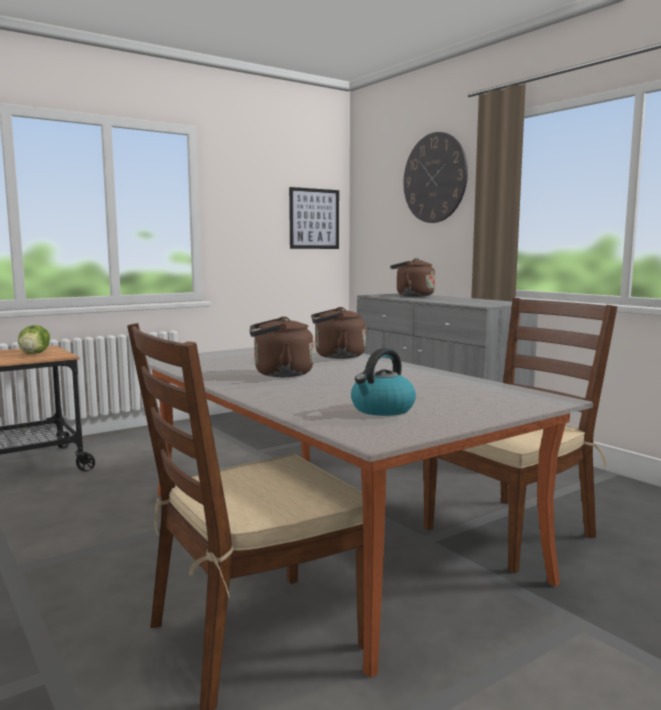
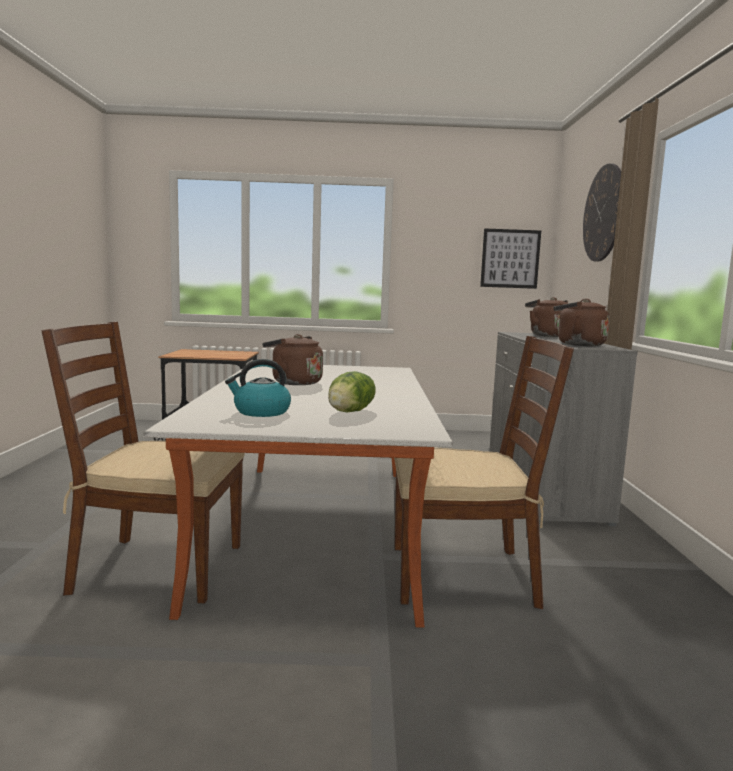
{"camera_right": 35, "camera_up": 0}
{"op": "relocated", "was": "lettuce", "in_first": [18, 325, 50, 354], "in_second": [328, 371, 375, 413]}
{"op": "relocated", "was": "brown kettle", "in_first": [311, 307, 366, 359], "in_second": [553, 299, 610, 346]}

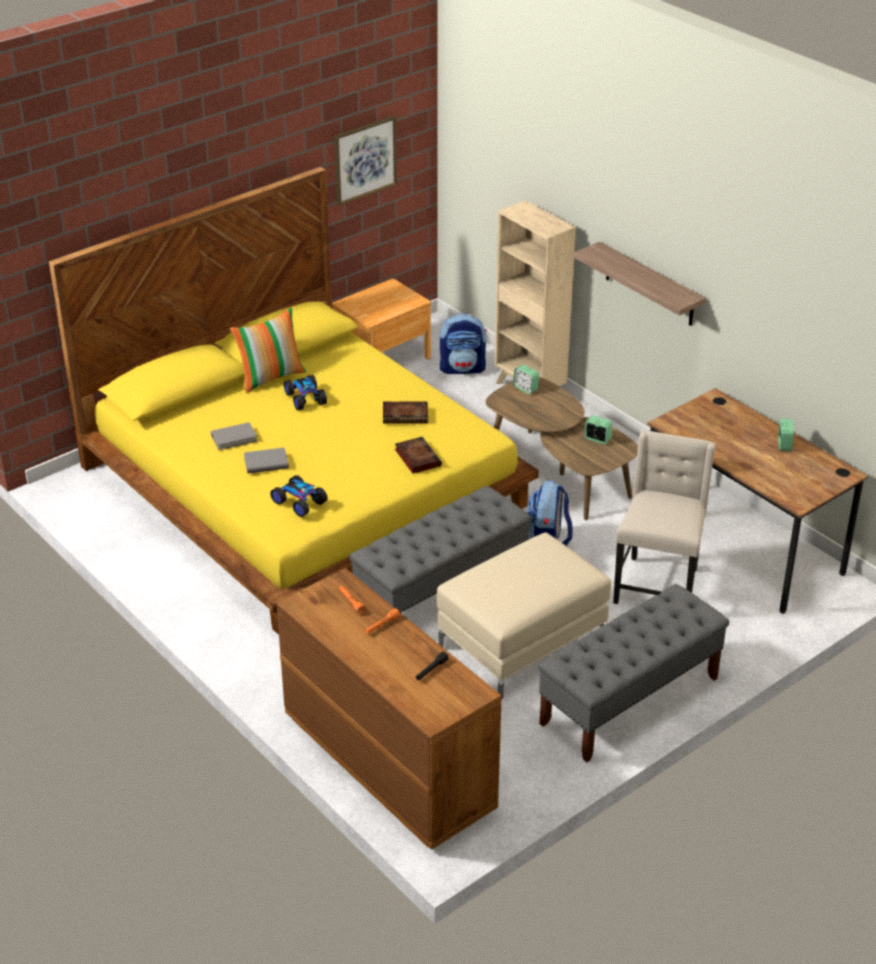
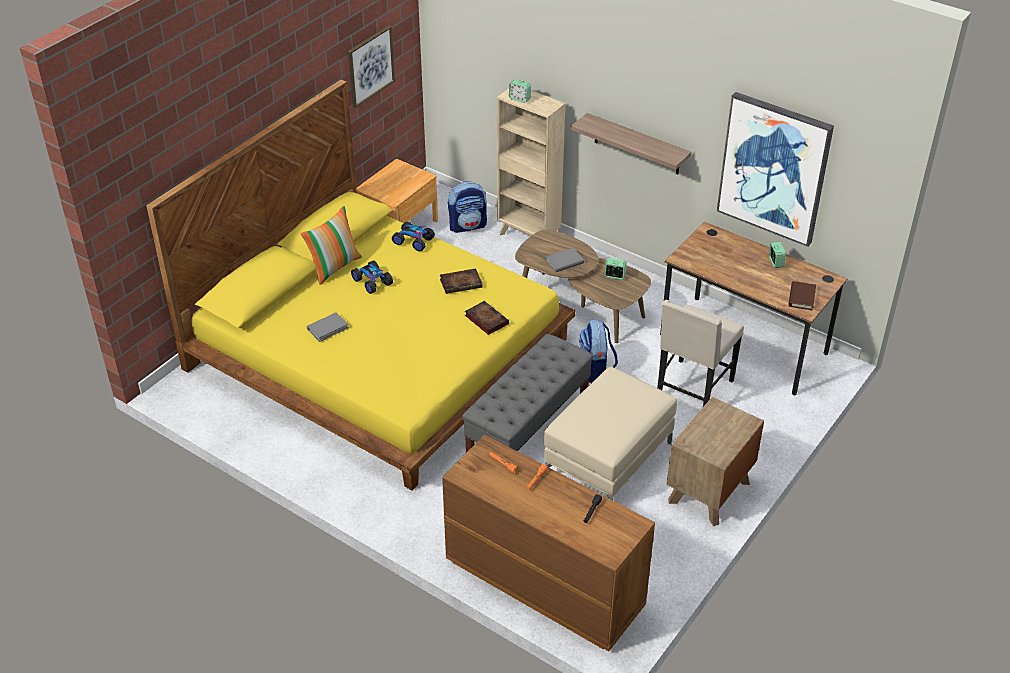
{"camera_right": -15, "camera_up": 5}
{"op": "appeared", "now": "picture", "in_second": [717, 92, 834, 247]}
{"op": "appeared", "now": "brown book", "in_second": [788, 281, 816, 310]}
{"op": "relocated", "was": "grey book", "in_first": [244, 448, 289, 474], "in_second": [545, 248, 584, 272]}
{"op": "relocated", "was": "toy car", "in_first": [270, 475, 328, 517], "in_second": [392, 222, 435, 251]}
{"op": "relocated", "was": "alarm clock", "in_first": [513, 365, 539, 394], "in_second": [509, 79, 531, 103]}
{"op": "exchanged", "was": "grey bench", "now": "brown nightstand", "in_first": [538, 584, 729, 762], "in_second": [667, 397, 764, 526]}
{"op": "spun", "was": "beige chair", "in_first": [613, 431, 715, 604], "in_second": [657, 300, 744, 407], "clockwise": -150}

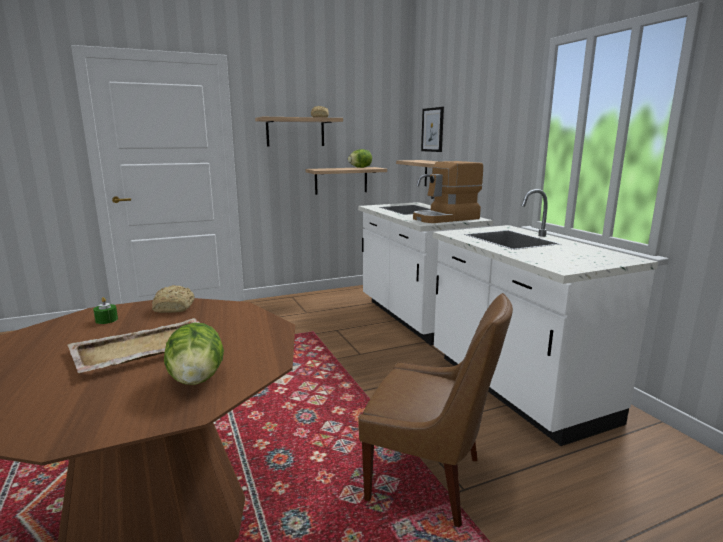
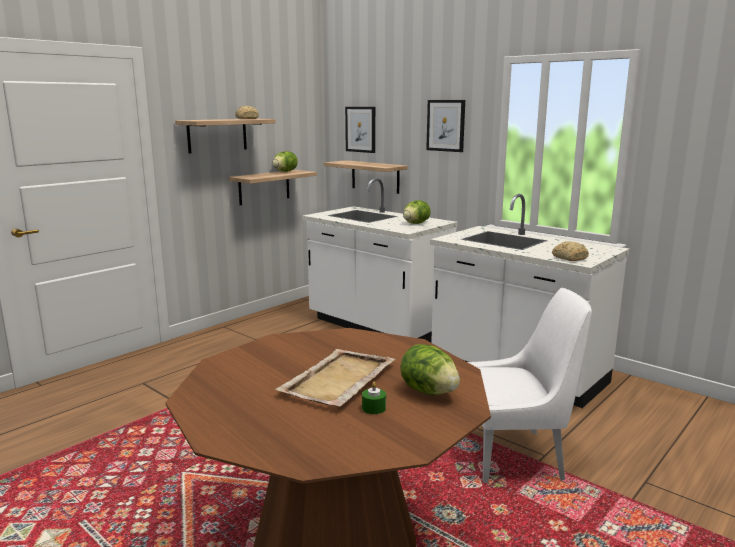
{"camera_right": -25, "camera_up": 0}
{"op": "appeared", "now": "picture", "in_second": [426, 100, 465, 152]}
{"op": "relocated", "was": "green candle", "in_first": [93, 297, 118, 324], "in_second": [362, 382, 386, 414]}
{"op": "relocated", "was": "bread", "in_first": [152, 285, 195, 313], "in_second": [552, 241, 589, 261]}
{"op": "exchanged", "was": "coffee machine", "now": "lettuce", "in_first": [413, 161, 483, 223], "in_second": [403, 200, 431, 224]}
{"op": "colour", "was": "brown chair", "now": "white chair", "in_first": [358, 293, 513, 528], "in_second": [468, 288, 592, 483]}

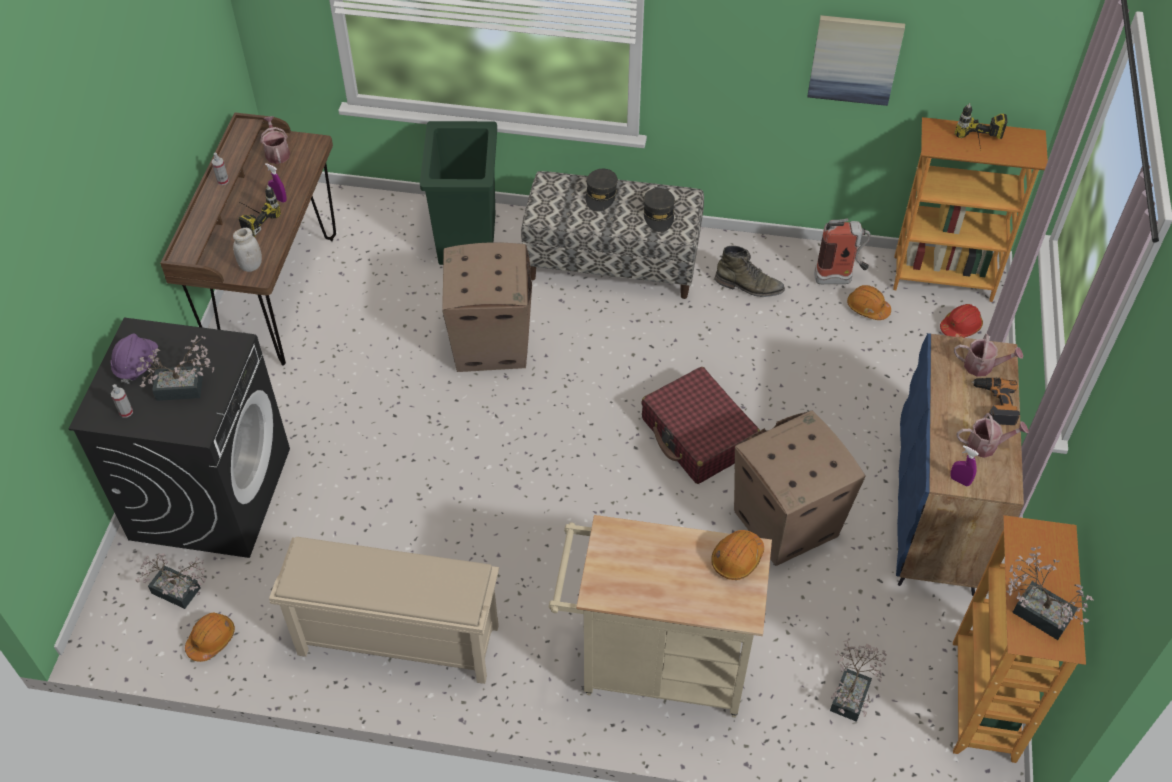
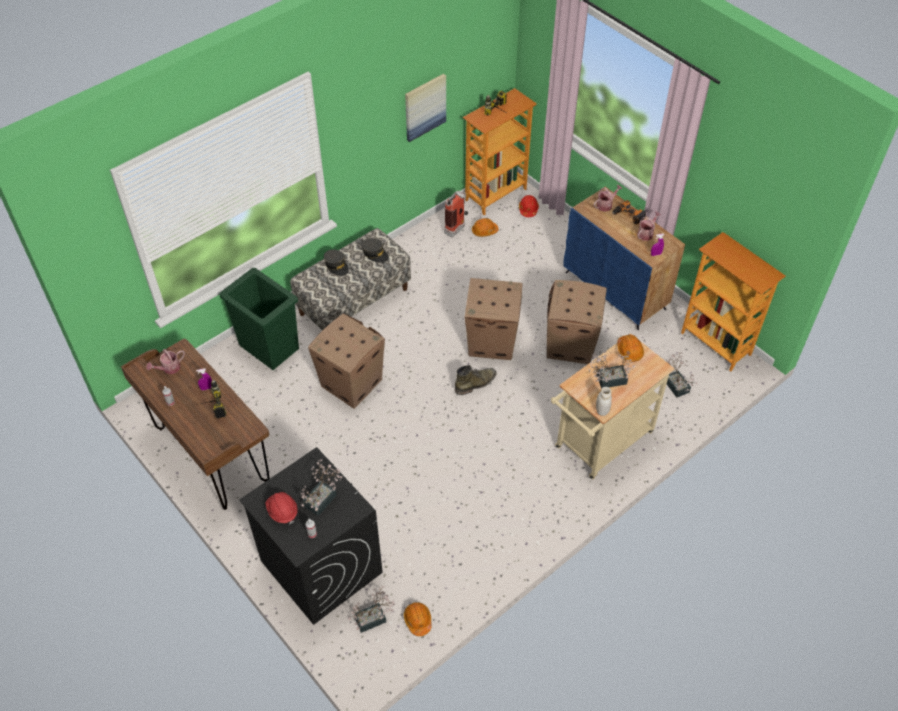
{"camera_right": -50, "camera_up": 0}
{"op": "missing", "was": "beige shoe rack", "in_first": [269, 537, 499, 684]}
{"op": "relocated", "was": "white jar", "in_first": [233, 228, 262, 272], "in_second": [596, 387, 612, 416]}
{"op": "relocated", "was": "green boot", "in_first": [715, 246, 785, 297], "in_second": [455, 365, 496, 395]}
{"op": "relocated", "was": "potted plant", "in_first": [1006, 546, 1094, 640], "in_second": [589, 351, 635, 389]}
{"op": "exchanged", "was": "red suitcase", "now": "cardboard box", "in_first": [641, 367, 760, 484], "in_second": [465, 278, 523, 360]}
{"op": "colour", "was": "purple hard hat", "now": "red hard hat", "in_first": [110, 333, 158, 384], "in_second": [265, 492, 298, 525]}
{"op": "spun", "was": "watering can", "in_first": [260, 116, 290, 164], "in_second": [146, 349, 185, 374], "clockwise": -60}

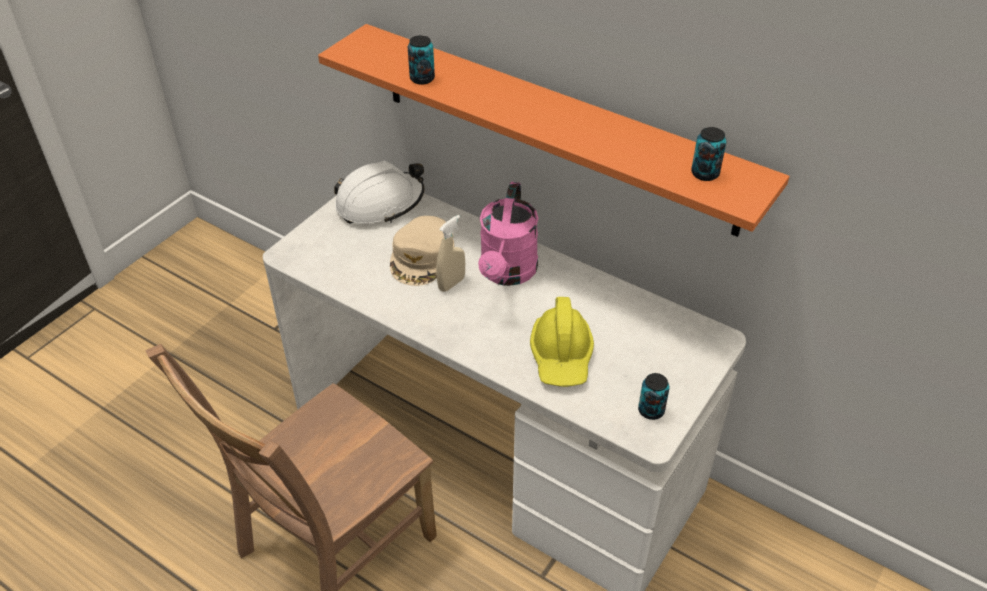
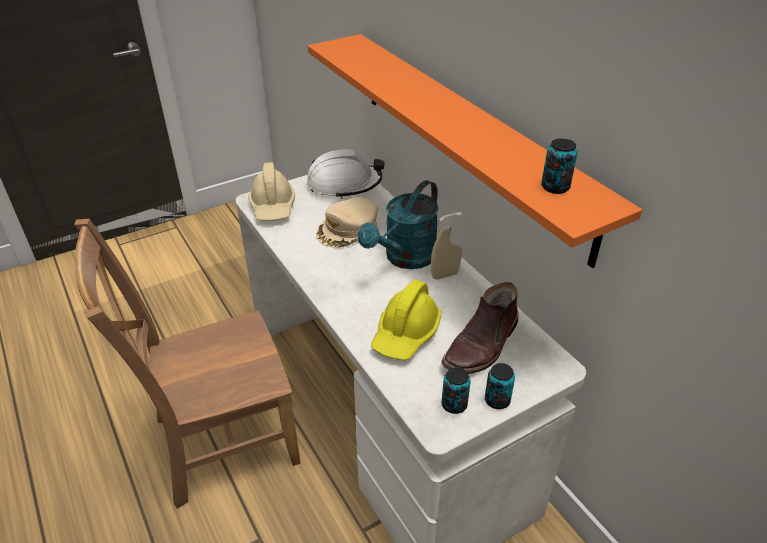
{"camera_right": 25, "camera_up": -5}
{"op": "appeared", "now": "beige hard hat", "in_second": [249, 162, 295, 221]}
{"op": "appeared", "now": "brown boot", "in_second": [442, 282, 519, 374]}
{"op": "relocated", "was": "can", "in_first": [408, 35, 435, 85], "in_second": [485, 363, 515, 409]}
{"op": "relocated", "was": "beige spray bottle", "in_first": [436, 215, 465, 292], "in_second": [431, 212, 462, 279]}
{"op": "colour", "was": "pink watering can", "now": "turquoise watering can", "in_first": [478, 182, 539, 286], "in_second": [358, 180, 439, 269]}

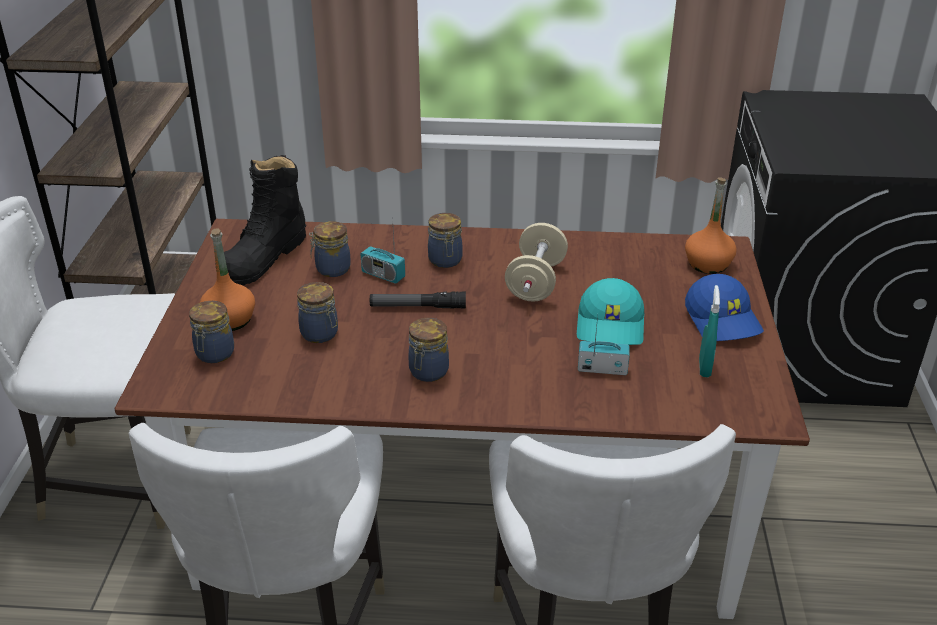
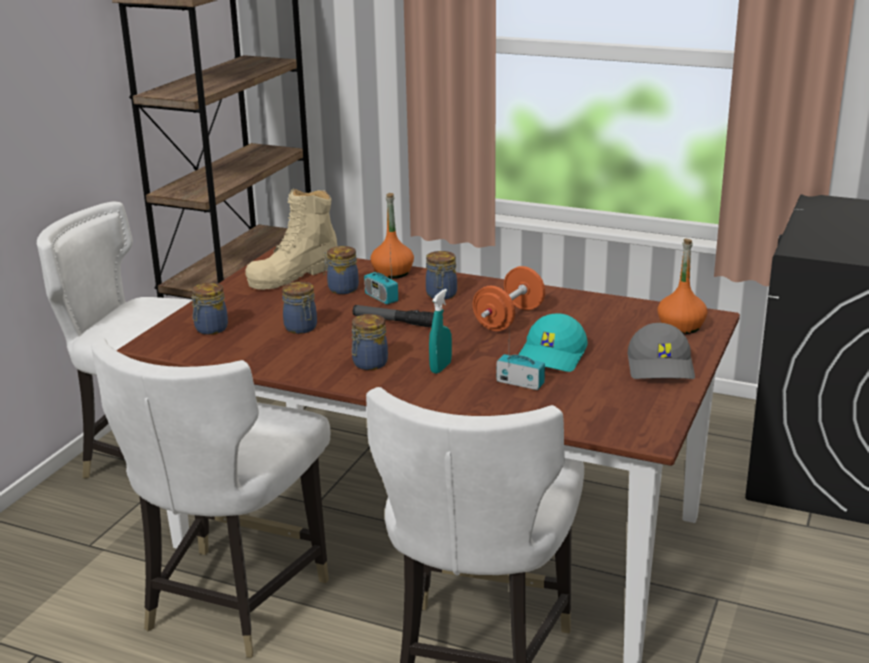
{"camera_right": 20, "camera_up": -10}
{"op": "relocated", "was": "orange bottle", "in_first": [200, 228, 255, 331], "in_second": [371, 193, 414, 279]}
{"op": "relocated", "was": "turquoise spray bottle", "in_first": [699, 285, 720, 377], "in_second": [429, 289, 452, 374]}
{"op": "colour", "was": "black boot", "now": "beige boot", "in_first": [224, 155, 306, 285], "in_second": [245, 188, 337, 290]}
{"op": "colour", "was": "beige dumbbell", "now": "orange dumbbell", "in_first": [505, 223, 568, 302], "in_second": [473, 266, 545, 331]}
{"op": "colour", "was": "blue cap", "now": "grey cap", "in_first": [685, 274, 764, 341], "in_second": [628, 323, 695, 379]}

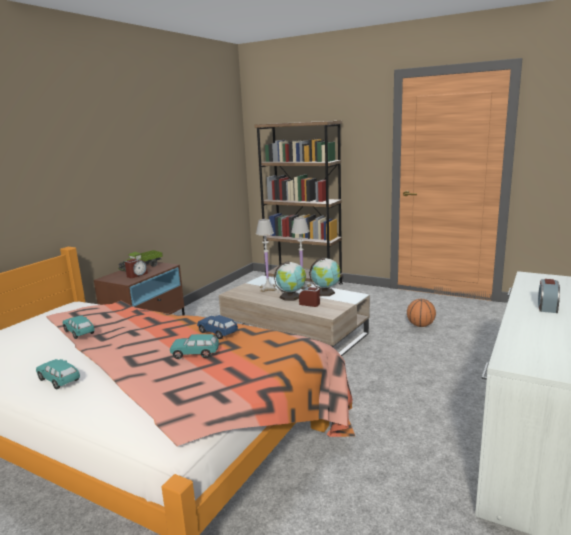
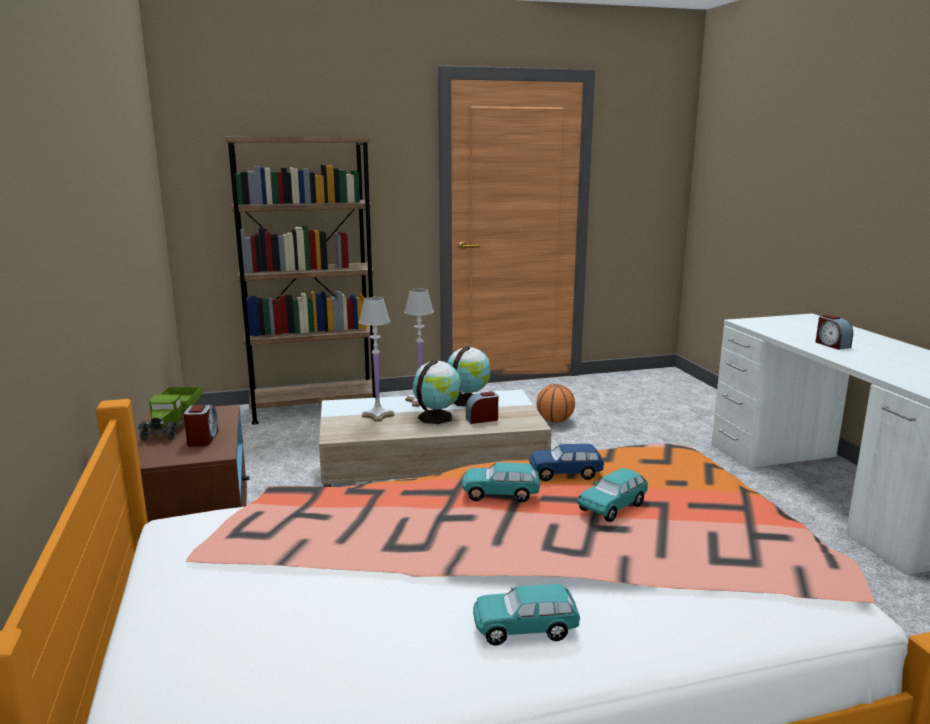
{"camera_right": -45, "camera_up": 0}
{"op": "relocated", "was": "turquoise toy car", "in_first": [63, 315, 95, 339], "in_second": [462, 462, 540, 502]}

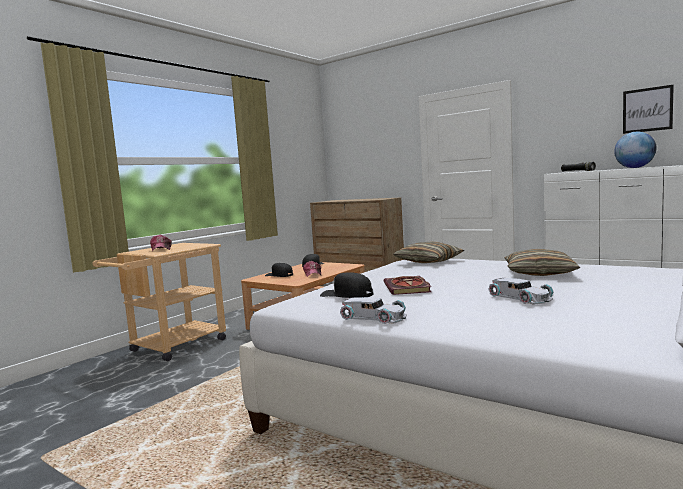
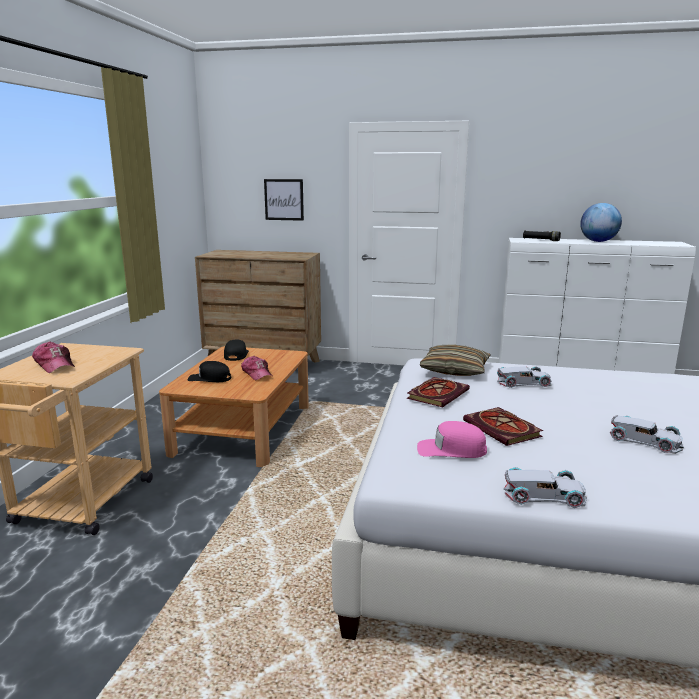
{"camera_right": -25, "camera_up": 10}
{"op": "missing", "was": "pillow", "in_first": [504, 249, 580, 276]}
{"op": "appeared", "now": "book", "in_second": [407, 377, 470, 407]}
{"op": "appeared", "now": "white toy car", "in_second": [497, 366, 551, 388]}
{"op": "relocated", "was": "picture", "in_first": [623, 85, 674, 134], "in_second": [264, 179, 304, 221]}
{"op": "colour", "was": "black cap", "now": "pink cap", "in_first": [320, 273, 374, 298], "in_second": [417, 421, 487, 458]}

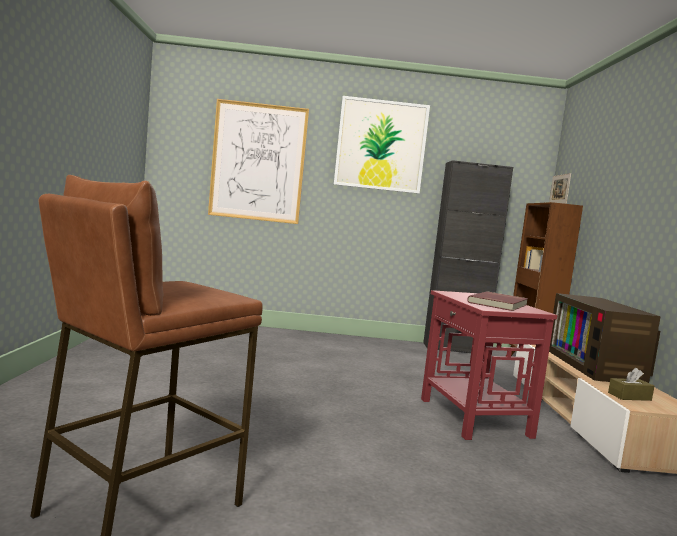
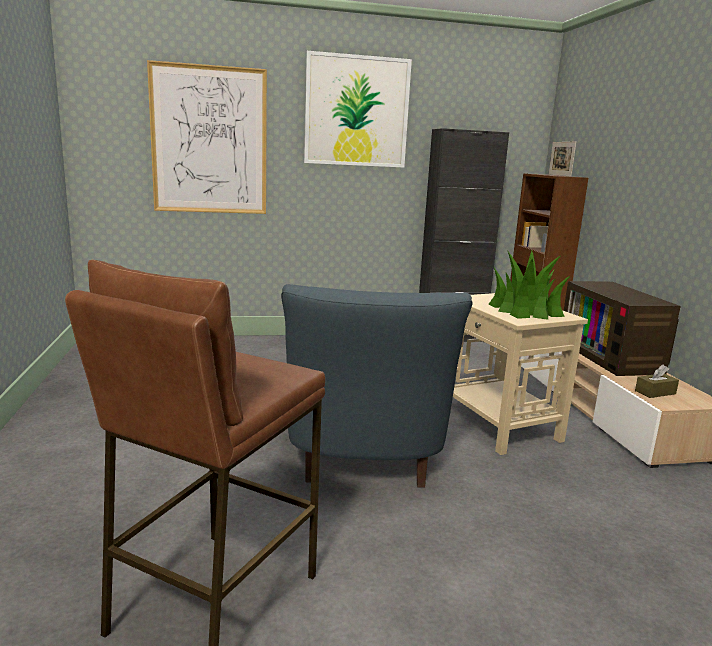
{"camera_right": -10, "camera_up": 10}
{"op": "appeared", "now": "blue armchair", "in_second": [281, 284, 472, 488]}
{"op": "exchanged", "was": "red book", "now": "potted plant", "in_first": [467, 291, 528, 311], "in_second": [489, 251, 570, 320]}
{"op": "colour", "was": "red side table", "now": "beige side table", "in_first": [421, 290, 557, 440], "in_second": [453, 293, 588, 455]}

